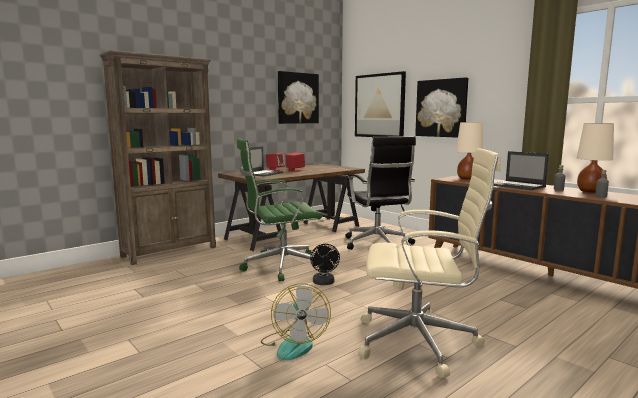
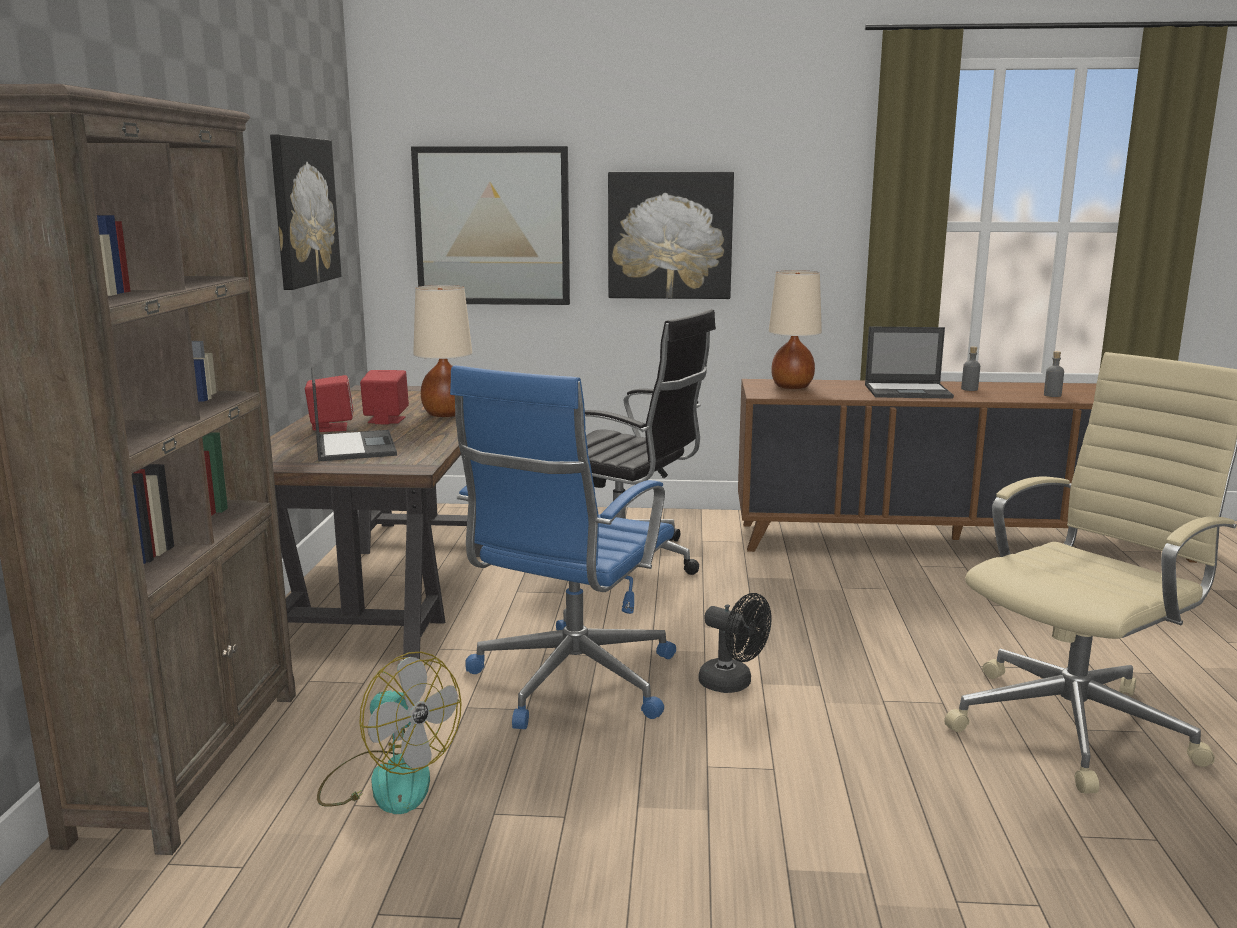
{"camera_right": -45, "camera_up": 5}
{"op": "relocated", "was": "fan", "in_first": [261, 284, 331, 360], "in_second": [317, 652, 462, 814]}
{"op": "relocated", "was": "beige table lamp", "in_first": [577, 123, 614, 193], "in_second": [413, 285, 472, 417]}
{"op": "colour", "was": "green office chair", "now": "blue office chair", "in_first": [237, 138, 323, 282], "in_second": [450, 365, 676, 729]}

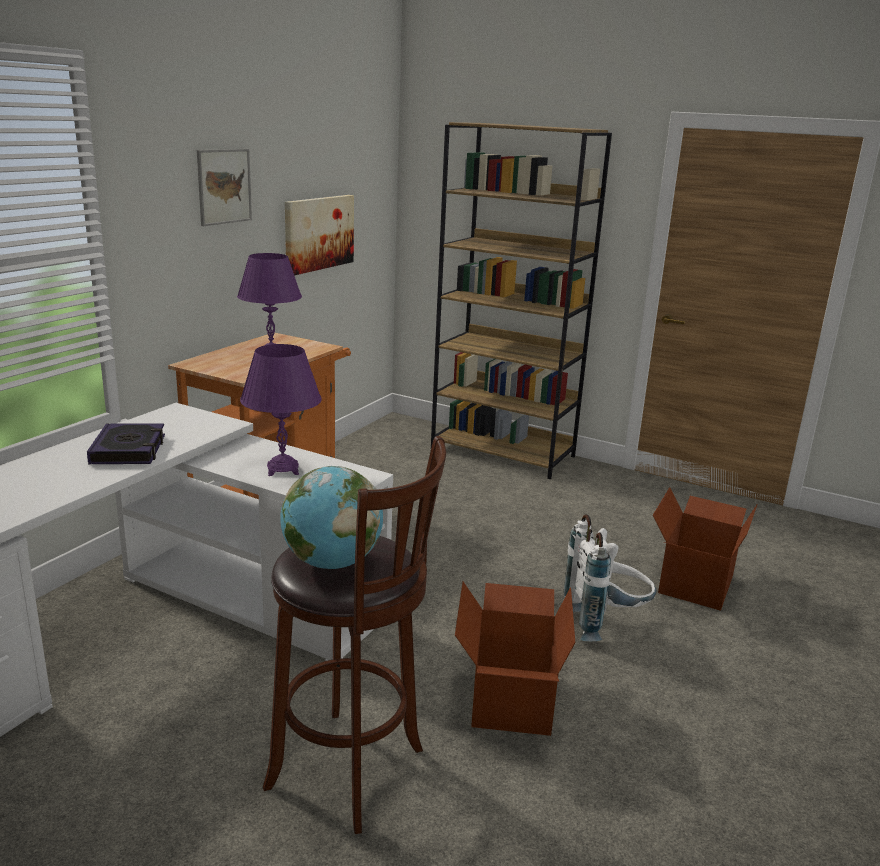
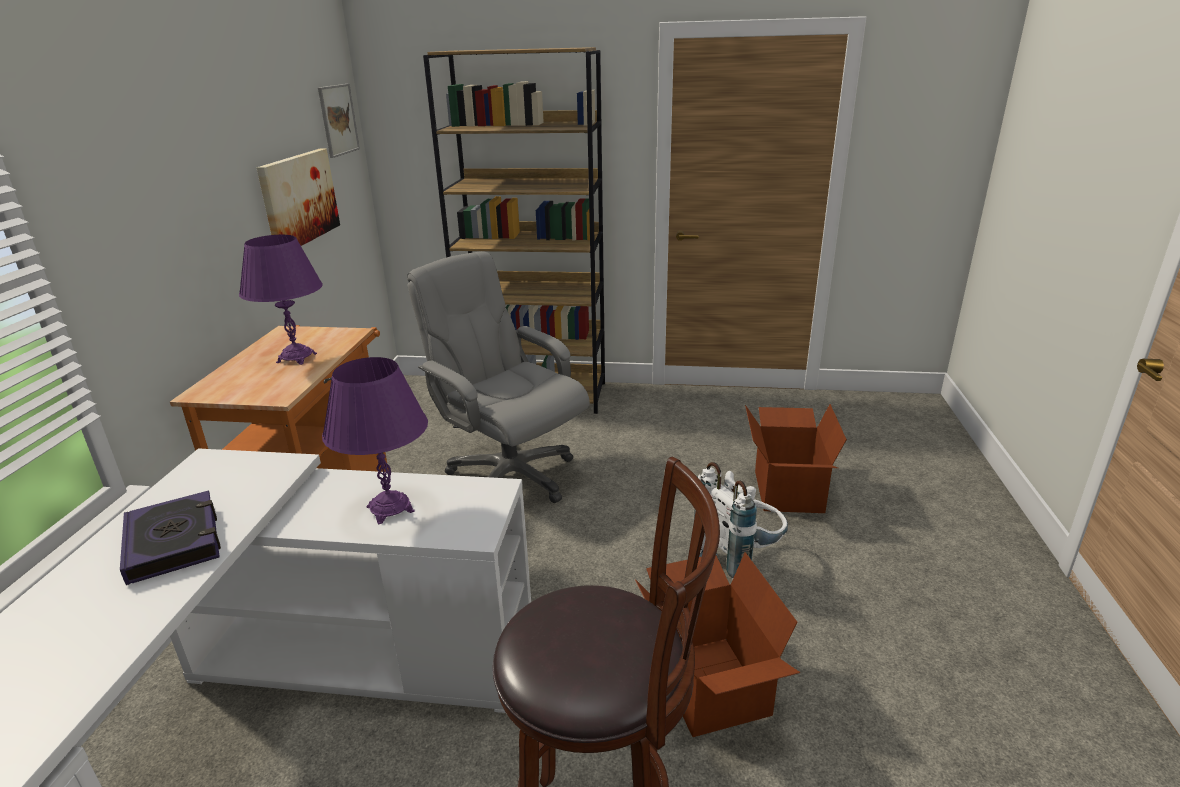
{"camera_right": -20, "camera_up": 5}
{"op": "missing", "was": "globe", "in_first": [281, 466, 383, 569]}
{"op": "appeared", "now": "grey office chair", "in_second": [407, 251, 590, 503]}
{"op": "relocated", "was": "picture", "in_first": [197, 149, 252, 226], "in_second": [318, 84, 360, 158]}

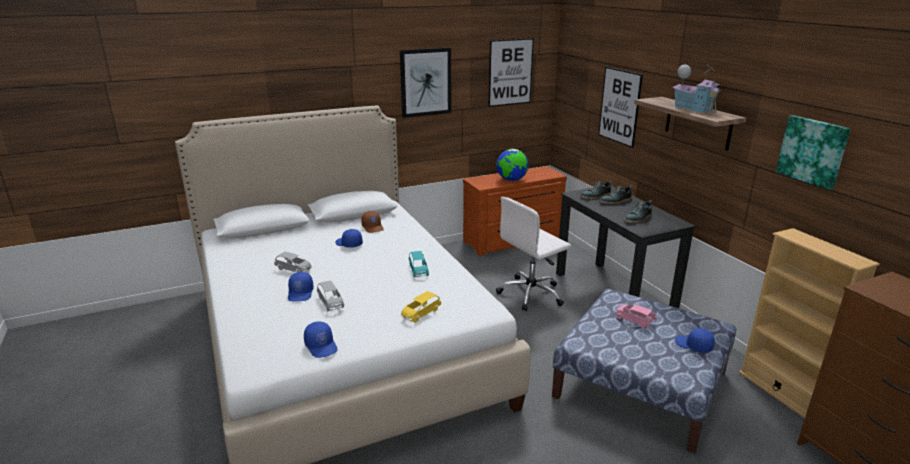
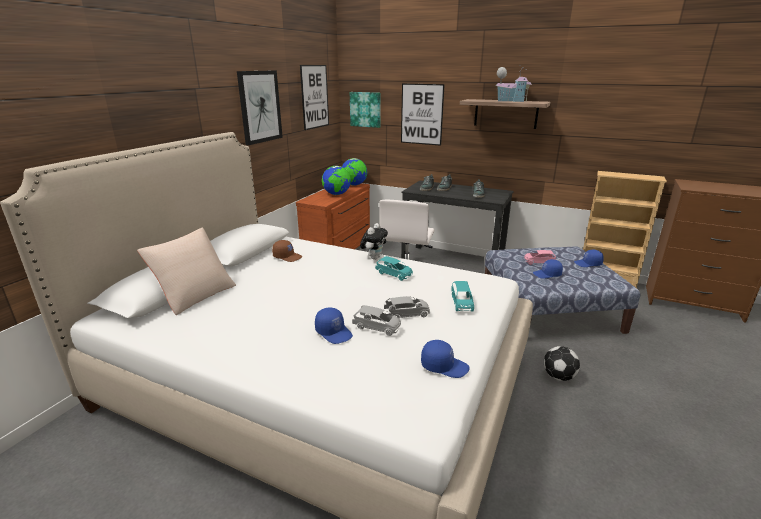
{"camera_right": -40, "camera_up": 0}
{"op": "appeared", "now": "beige pillow", "in_second": [137, 227, 236, 315]}
{"op": "appeared", "now": "globe", "in_second": [342, 158, 367, 186]}
{"op": "appeared", "now": "plush toy", "in_second": [360, 223, 388, 260]}
{"op": "appeared", "now": "football", "in_second": [544, 346, 580, 381]}
{"op": "relocated", "was": "grey toy car", "in_first": [274, 252, 312, 272], "in_second": [384, 296, 430, 318]}
{"op": "relocated", "was": "blue cap", "in_first": [335, 229, 363, 248], "in_second": [533, 259, 563, 279]}
{"op": "relocated", "was": "picture", "in_first": [776, 115, 851, 190], "in_second": [350, 92, 380, 128]}
{"op": "colour", "was": "yellow toy car", "now": "turquoise toy car", "in_first": [401, 291, 441, 323], "in_second": [451, 281, 474, 312]}

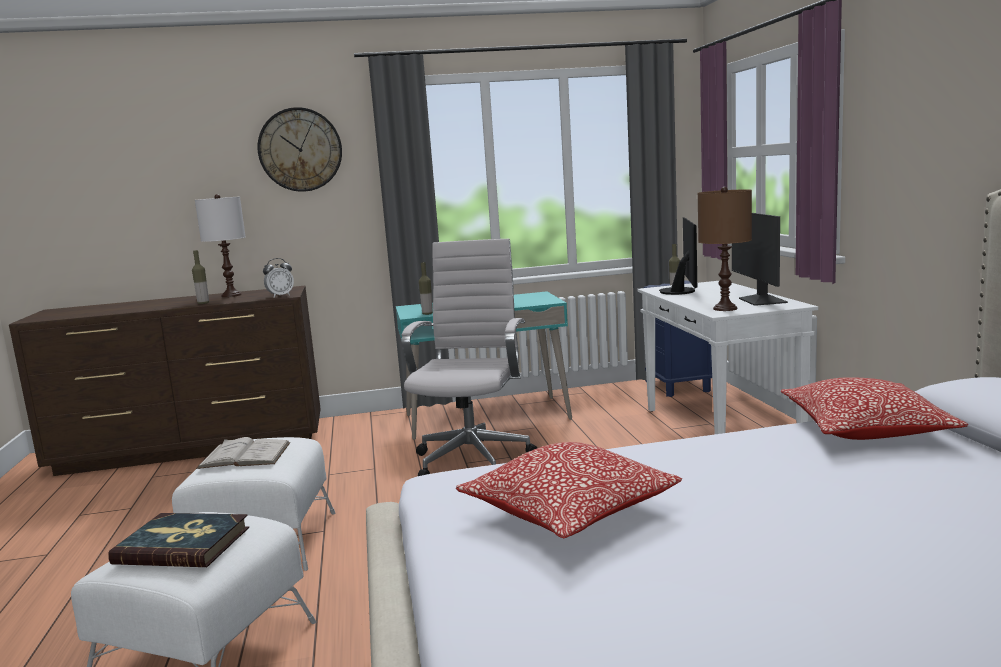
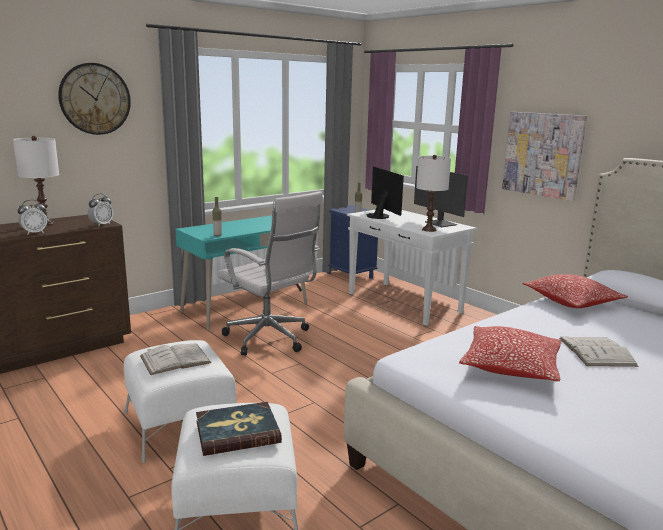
{"camera_right": -30, "camera_up": 5}
{"op": "appeared", "now": "picture", "in_second": [502, 112, 587, 201]}
{"op": "appeared", "now": "white book", "in_second": [559, 337, 639, 367]}
{"op": "exchanged", "was": "bottle", "now": "alarm clock", "in_first": [192, 250, 209, 304], "in_second": [18, 200, 47, 235]}
{"op": "colour", "was": "brown table lamp", "now": "white table lamp", "in_first": [698, 187, 752, 311], "in_second": [416, 155, 451, 232]}
{"op": "spun", "was": "white office chair", "in_first": [401, 239, 537, 476], "in_second": [217, 191, 323, 355], "clockwise": 150}

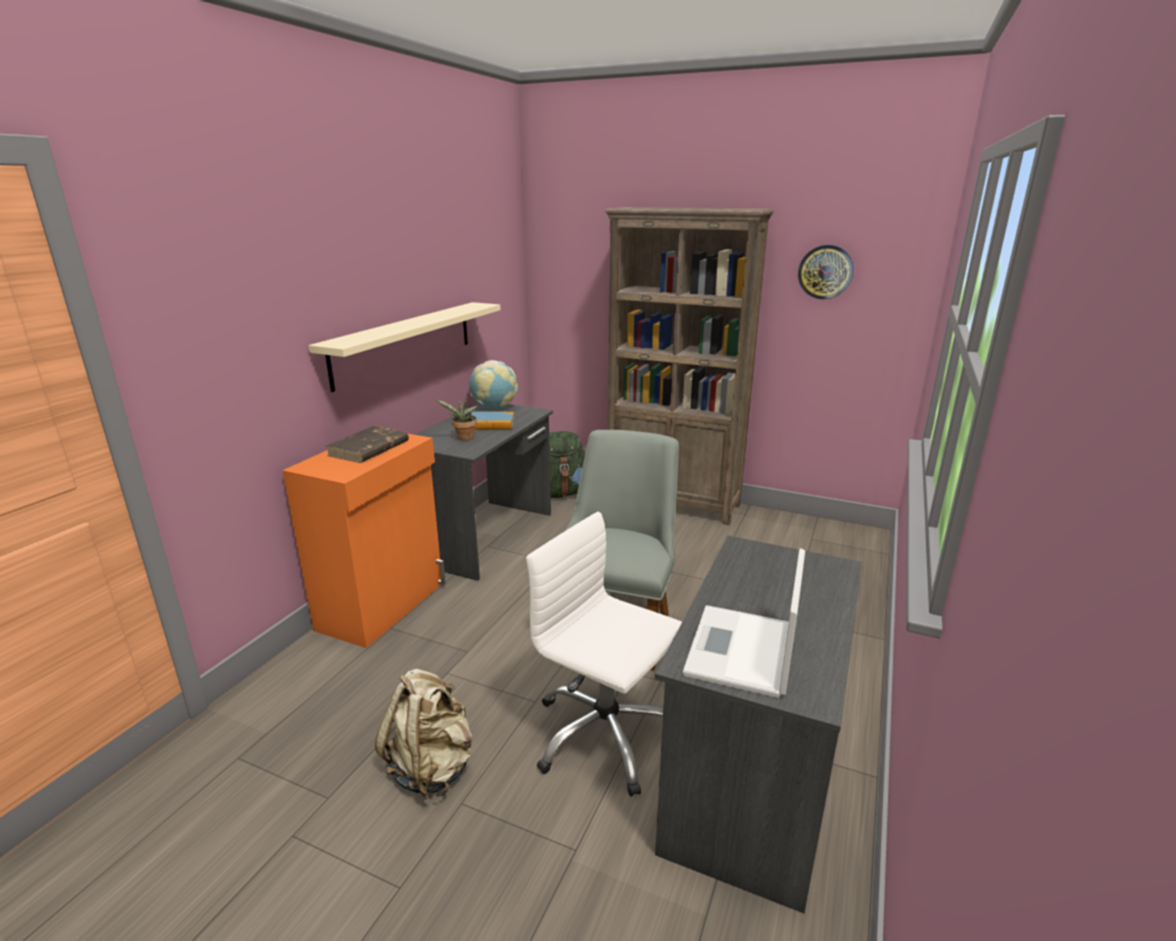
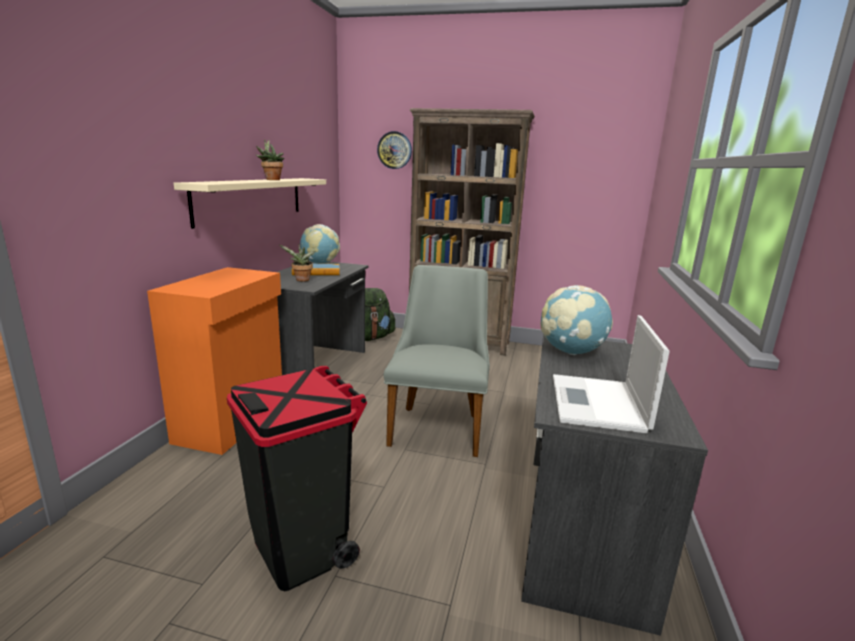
{"camera_right": -10, "camera_up": -5}
{"op": "missing", "was": "brown book", "in_first": [326, 426, 409, 463]}
{"op": "missing", "was": "white office chair", "in_first": [526, 512, 682, 797]}
{"op": "appeared", "now": "potted plant", "in_second": [256, 140, 284, 180]}
{"op": "appeared", "now": "globe", "in_second": [541, 285, 613, 355]}
{"op": "relocated", "was": "wall clock", "in_first": [798, 245, 854, 299], "in_second": [377, 131, 412, 169]}
{"op": "exchanged", "was": "beige backpack", "now": "black trash can", "in_first": [375, 669, 472, 799], "in_second": [227, 366, 367, 591]}

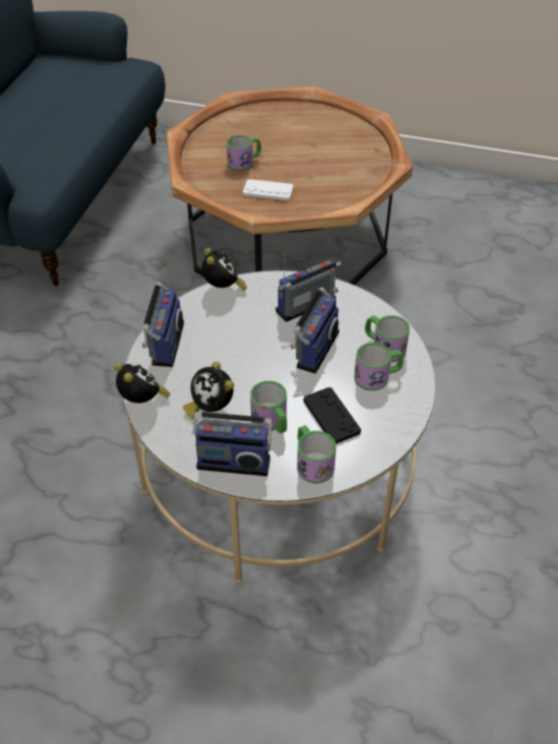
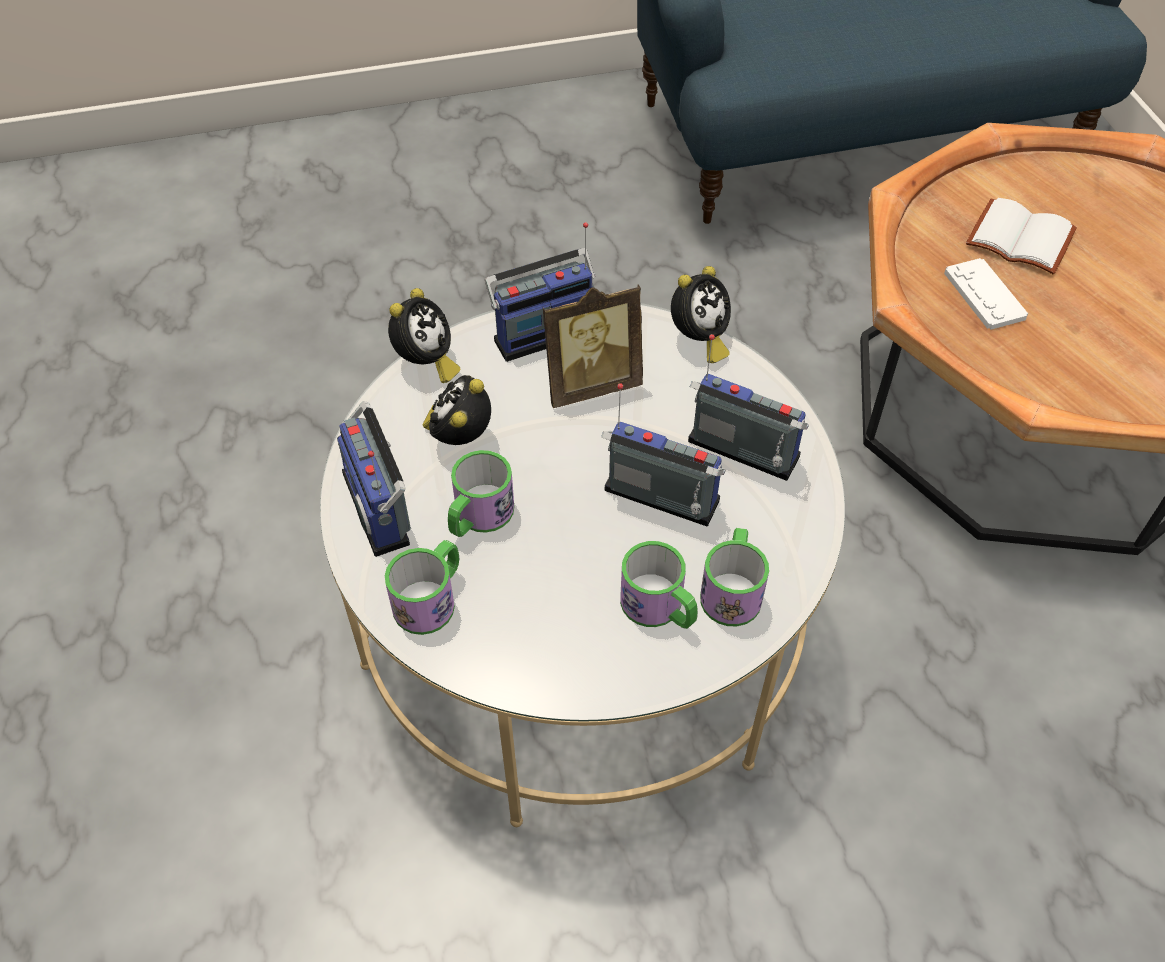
{"camera_right": 60, "camera_up": 5}
{"op": "missing", "was": "black game controller", "in_first": [303, 387, 361, 444]}
{"op": "appeared", "now": "picture frame", "in_second": [543, 284, 643, 408]}
{"op": "exchanged", "was": "mug", "now": "white book", "in_first": [226, 135, 261, 171], "in_second": [966, 198, 1077, 274]}
{"op": "spun", "was": "radio", "in_first": [291, 269, 339, 374], "in_second": [601, 383, 725, 526], "clockwise": -150}

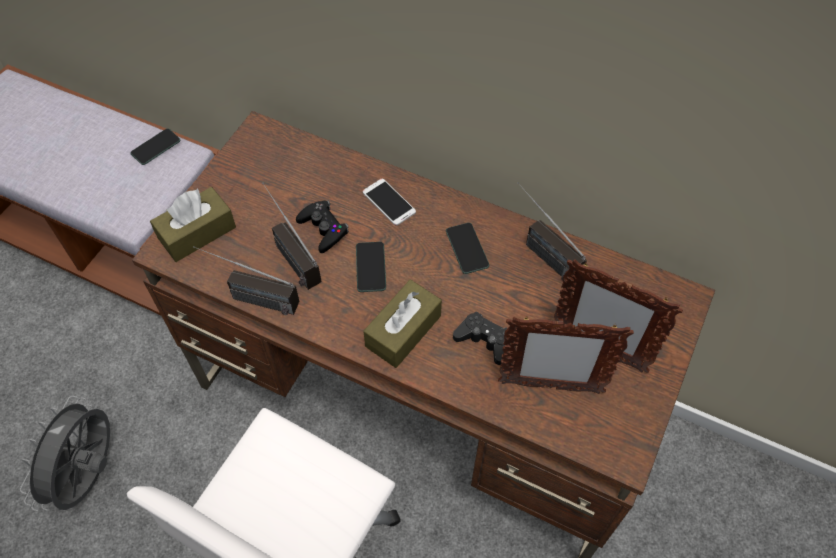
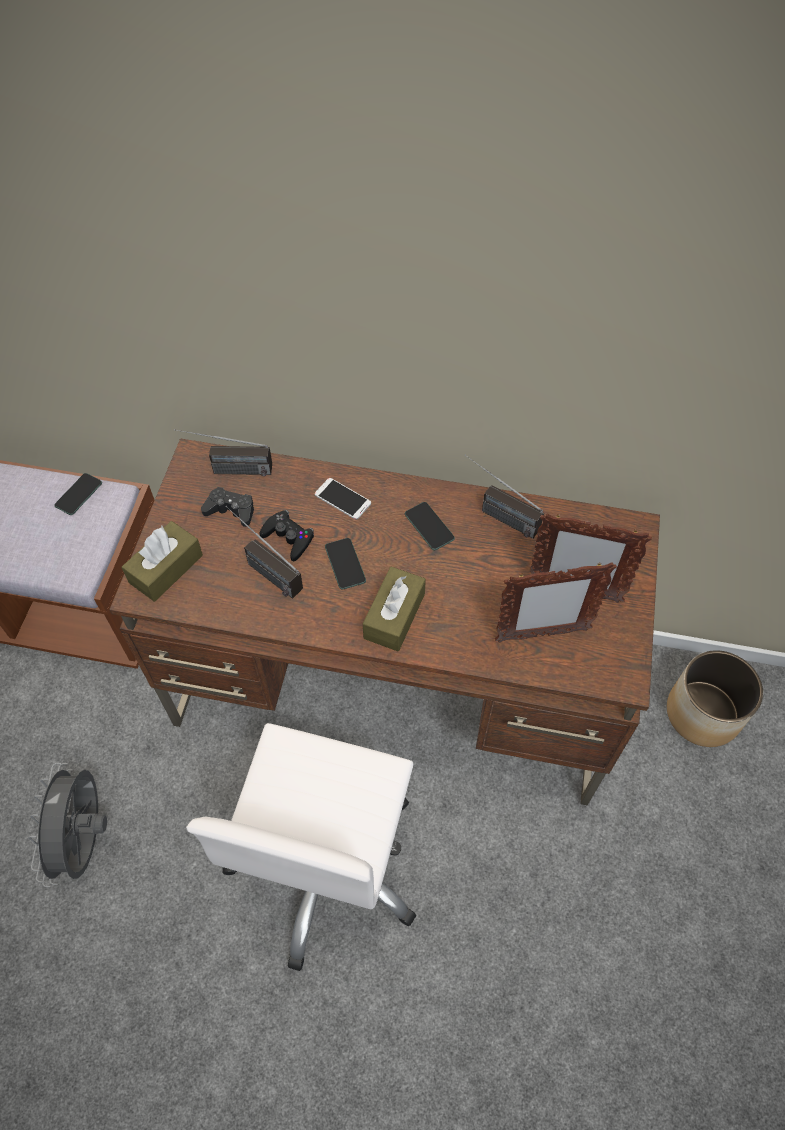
{"camera_right": -15, "camera_up": 0}
{"op": "appeared", "now": "planter", "in_second": [667, 650, 763, 747]}
{"op": "relocated", "was": "radio", "in_first": [193, 246, 299, 315], "in_second": [174, 429, 272, 476]}
{"op": "relocated", "was": "black game controller", "in_first": [453, 312, 508, 365], "in_second": [201, 487, 254, 527]}

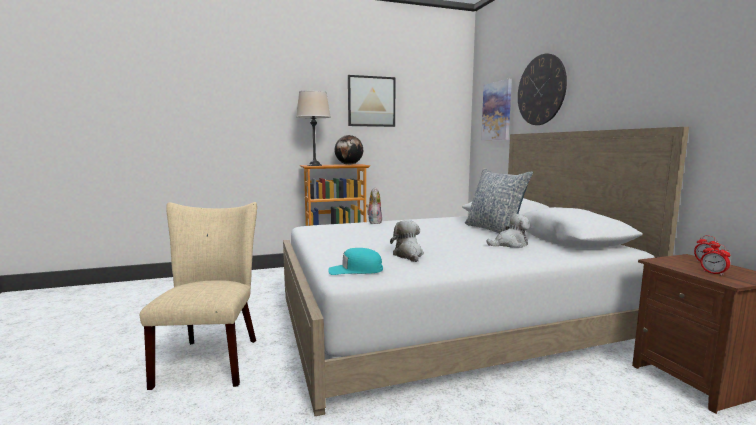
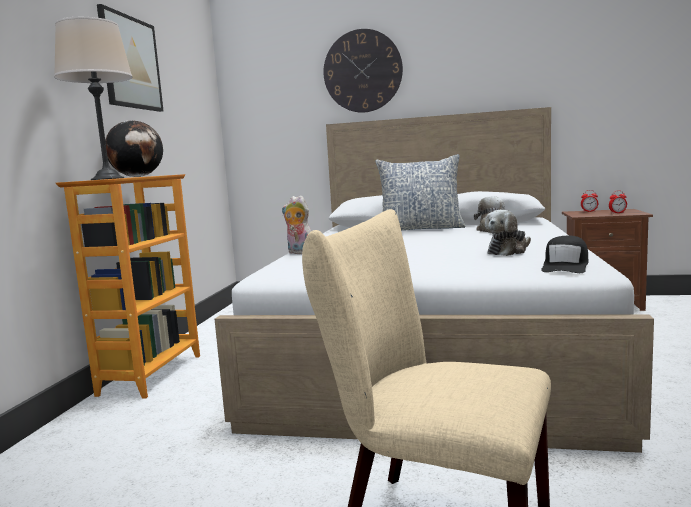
{"camera_right": -60, "camera_up": 0}
{"op": "missing", "was": "picture", "in_first": [481, 79, 512, 140]}
{"op": "colour", "was": "turquoise cap", "now": "black cap", "in_first": [328, 248, 383, 275], "in_second": [541, 236, 589, 273]}
{"op": "spun", "was": "plush toy", "in_first": [390, 220, 424, 262], "in_second": [485, 210, 531, 256], "clockwise": -60}

